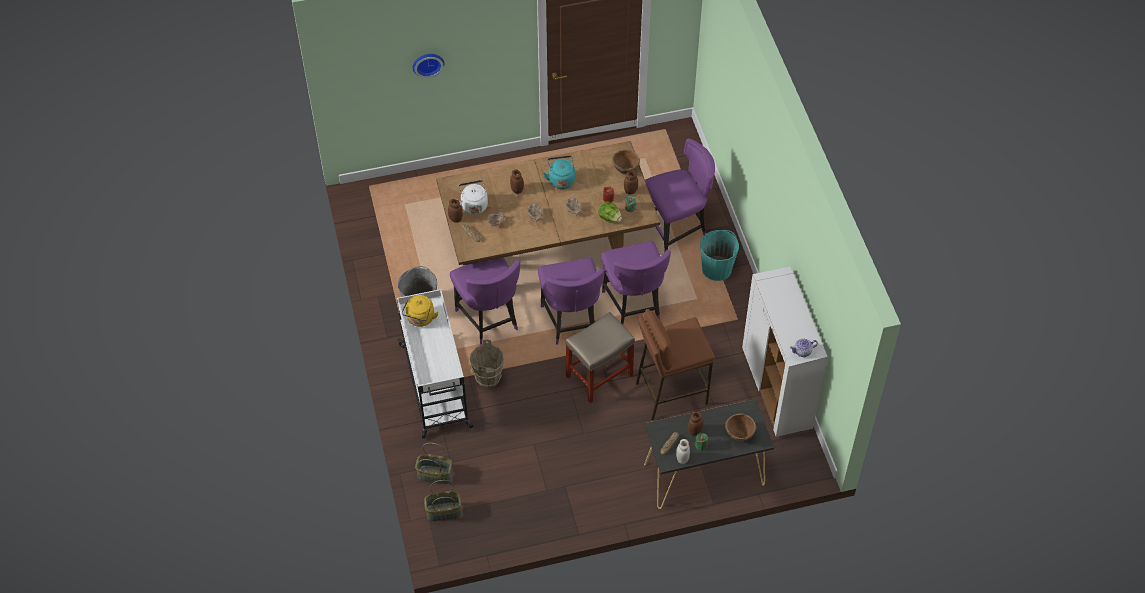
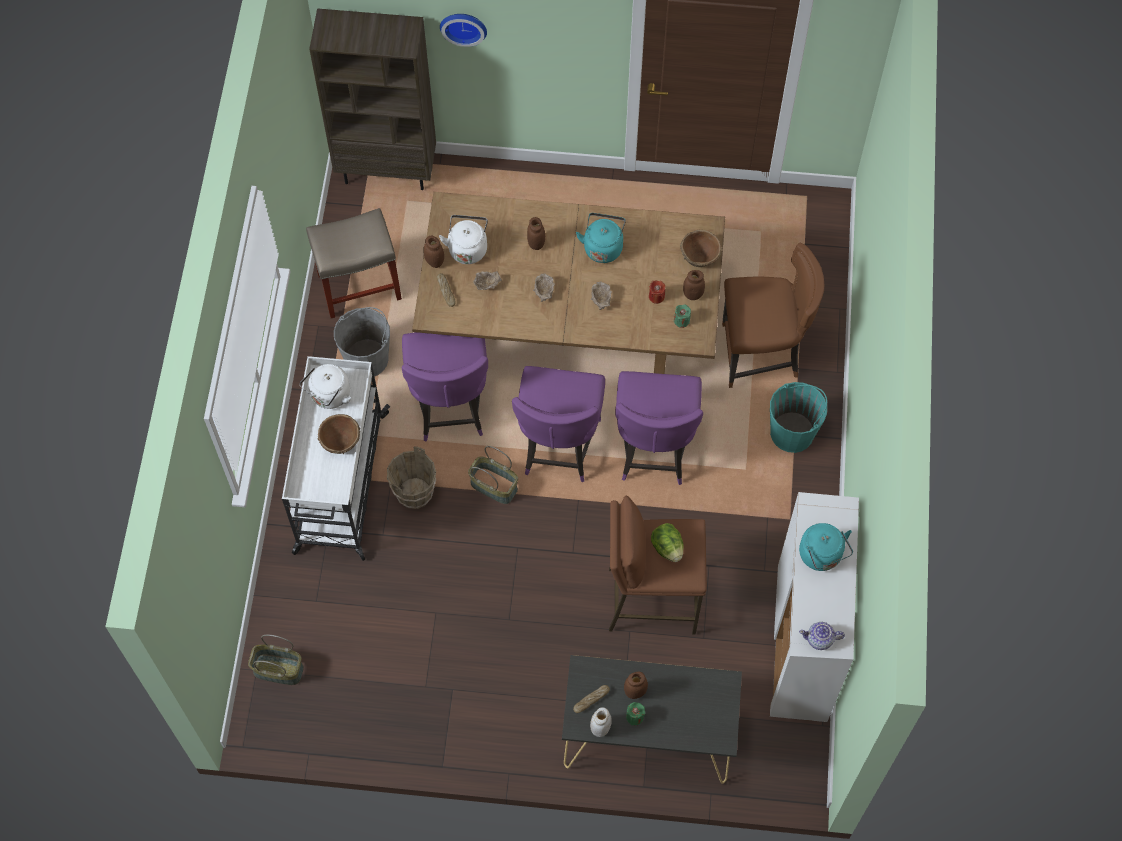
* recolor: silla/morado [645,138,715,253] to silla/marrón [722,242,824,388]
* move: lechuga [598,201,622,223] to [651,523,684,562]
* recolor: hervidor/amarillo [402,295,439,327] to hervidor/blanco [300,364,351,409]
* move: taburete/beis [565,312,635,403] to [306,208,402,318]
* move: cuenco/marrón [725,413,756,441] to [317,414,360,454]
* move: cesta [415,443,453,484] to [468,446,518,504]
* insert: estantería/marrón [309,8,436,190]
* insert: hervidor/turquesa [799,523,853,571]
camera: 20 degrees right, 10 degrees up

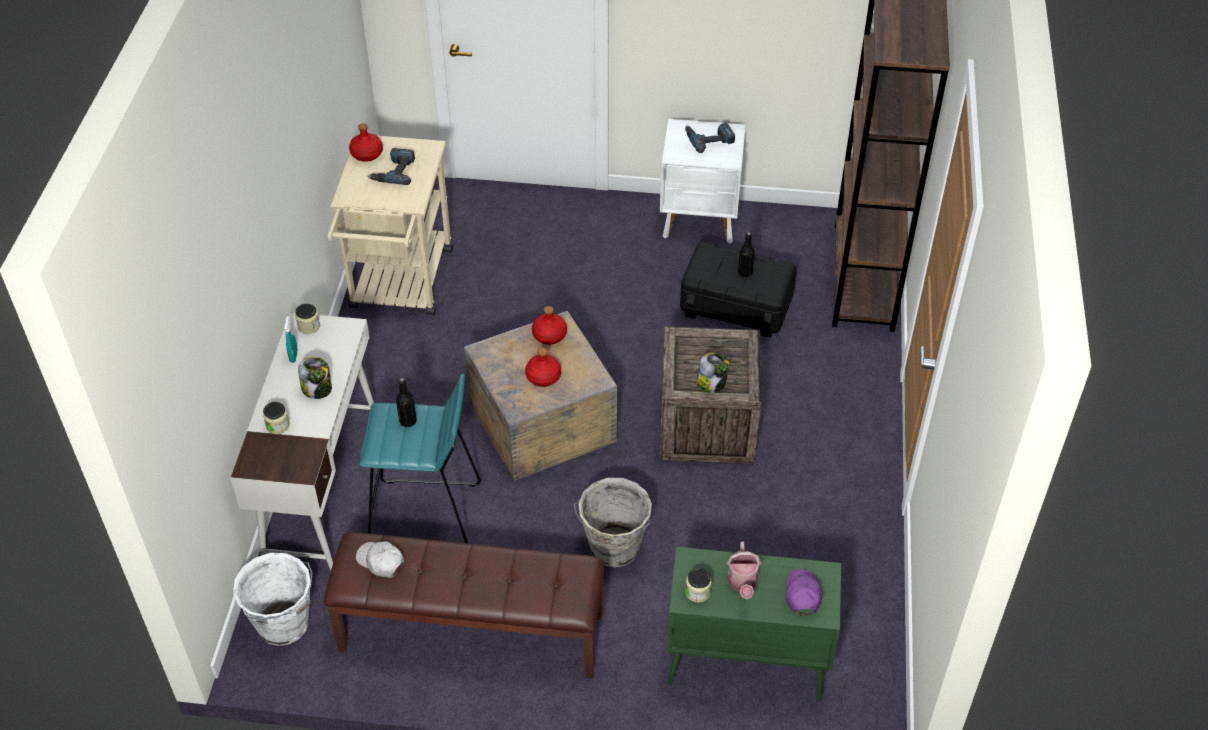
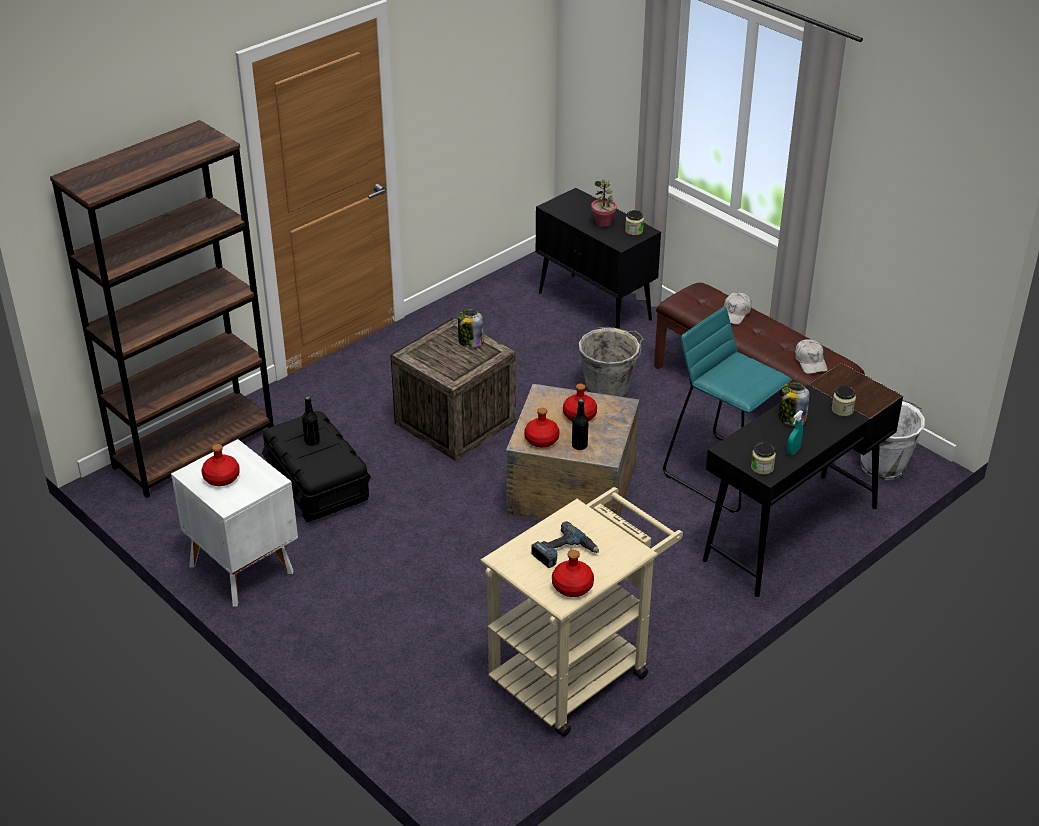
* replace: taladro [685,123,735,153] to botella/rojo [202,444,240,486]
* recolor: escritorio/blanco [230,312,374,571] to escritorio/negro [703,363,903,597]
* move: botella/negro [396,377,417,427] to [572,399,589,450]
* replace: regadera [727,541,761,599] to planta en maceta [591,179,617,227]
* recolor: armario/verde [667,547,841,702] to armario/negro [536,188,661,329]
* delete: gorra/morado [785,569,822,615]
* insert: gorra/blanco [724,293,752,325]
camera: 140 degrees left, 10 degrees down

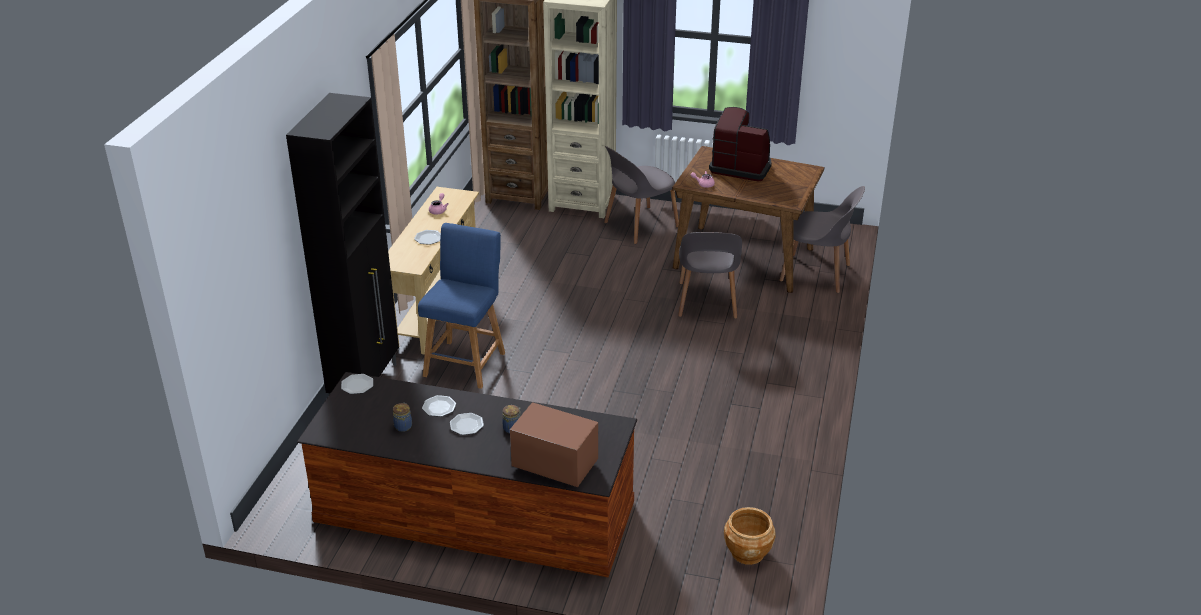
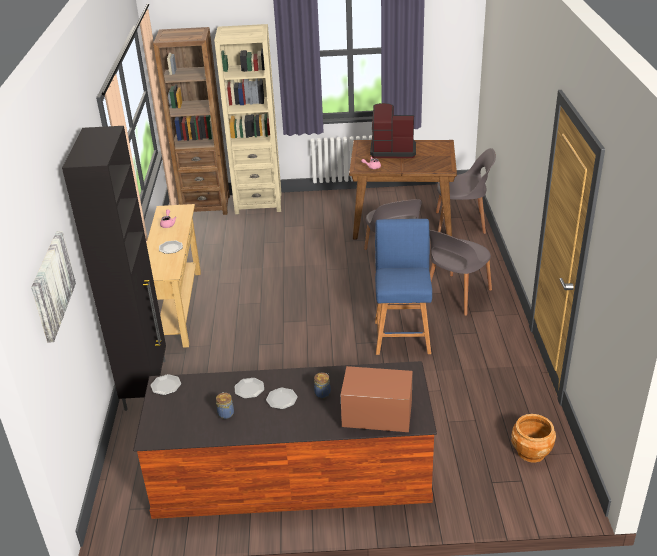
* move: silla/gris [604,146,679,244] to [429,230,492,316]
* move: taburete/azul [418,223,505,389] to [375,219,432,355]
* insert: cuadro [31,231,76,343]
camera: 15 degrees left, 0 degrees up

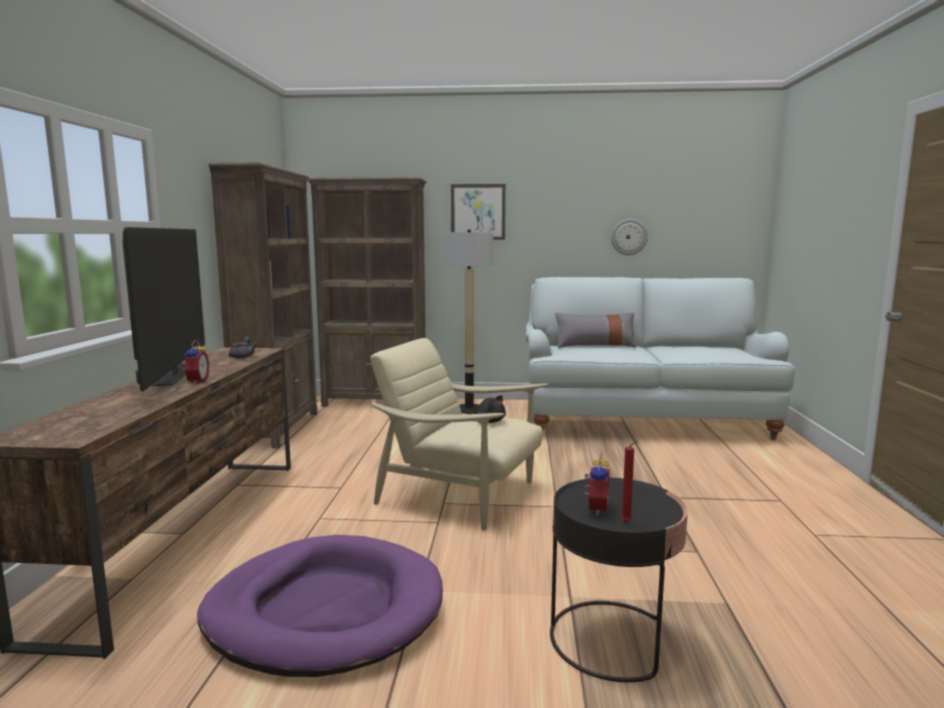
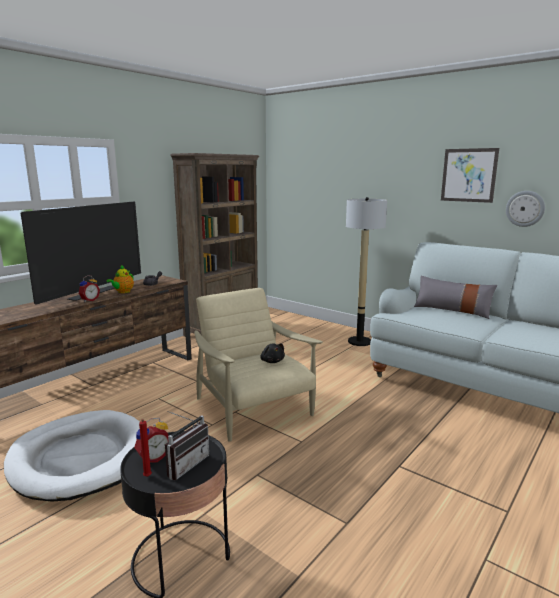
* delete: estantería/marrón [308,177,426,407]
* move: cuadro [451,184,506,240] to [441,148,499,203]
* recolor: cama para perro/morado [197,535,443,677] to cama para perro/blanco [4,410,140,502]
* insert: tetera [107,265,134,293]
* insert: radio [165,411,209,480]
camera: 35 degrees right, 5 degrees up

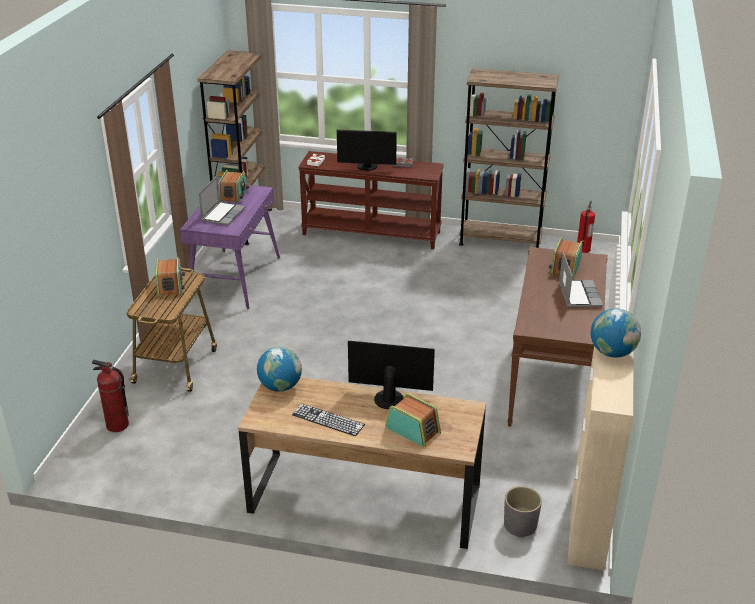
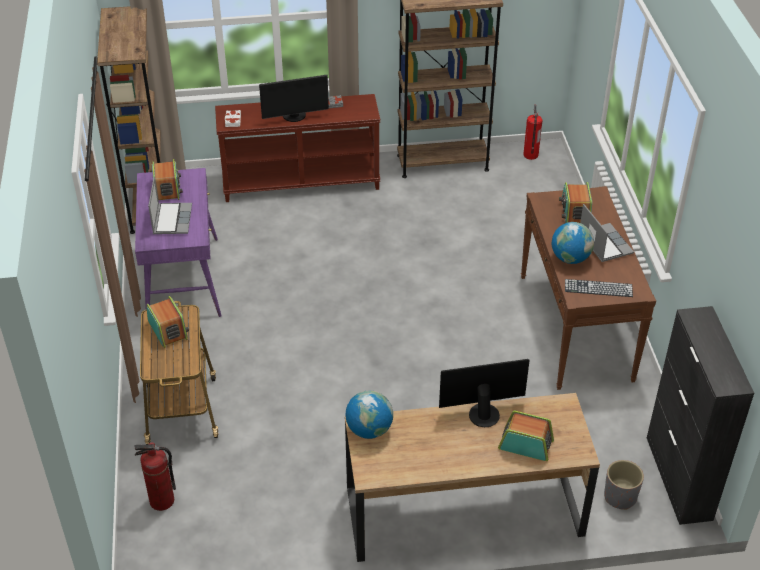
* move: globo terráqueo [591,309,641,358] to [552,222,594,264]
* recolor: armario/beis [567,346,633,571] to armario/negro [647,306,754,525]
* move: teclado [292,404,365,436] to [565,279,633,297]
camera: 20 degrees left, 10 degrees up

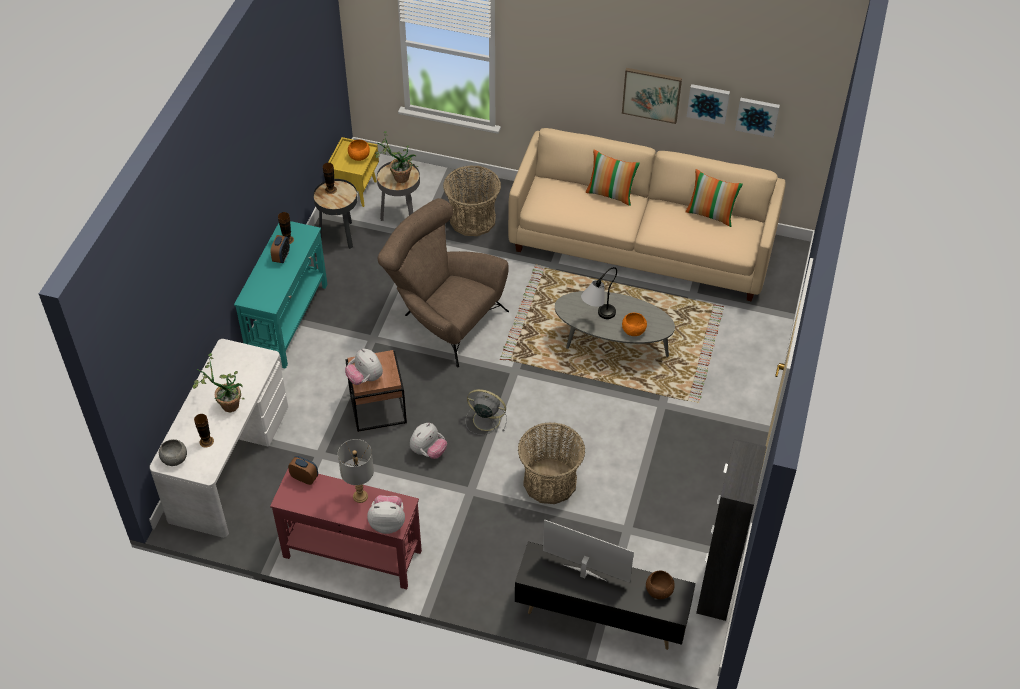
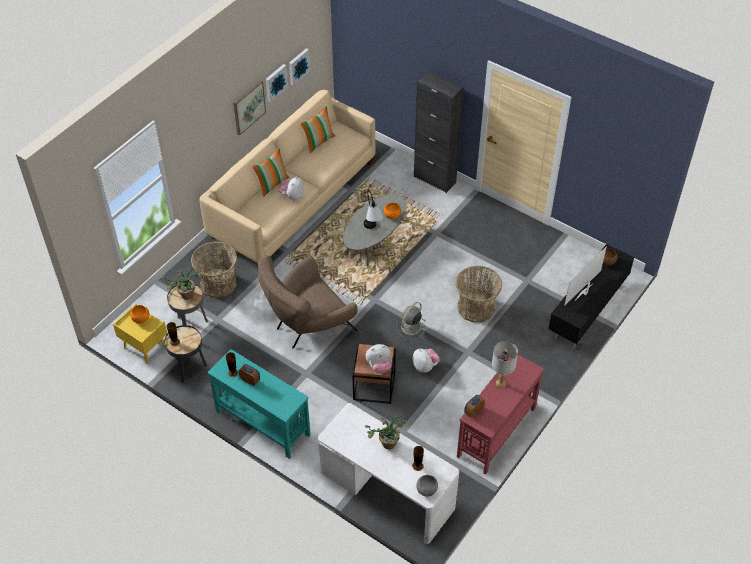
* move: armario/negro [696,439,767,621] to [414,71,464,193]
* move: peluche [367,495,405,534] to [279,177,304,200]
camera: 70 degrees left, 0 degrees up

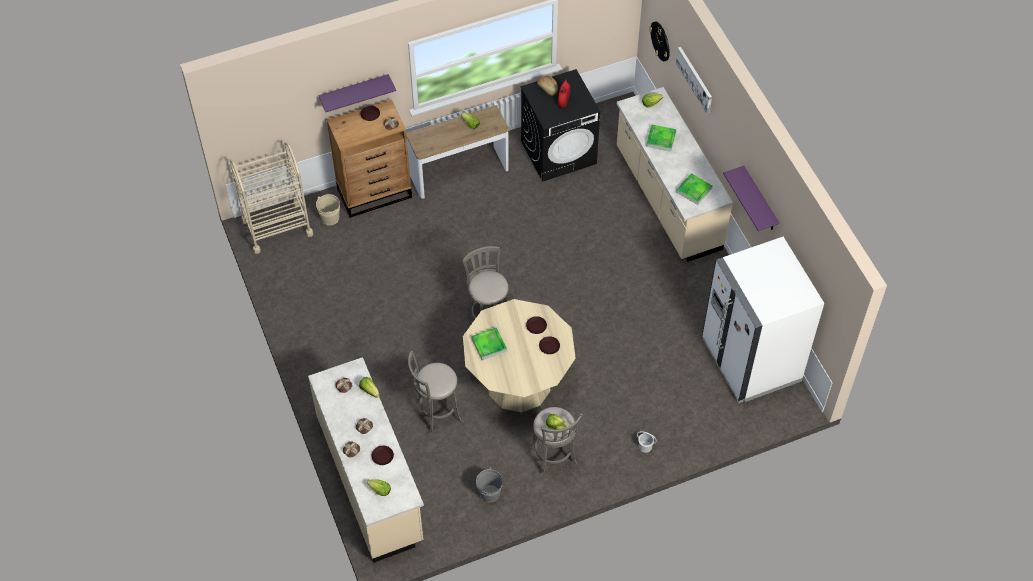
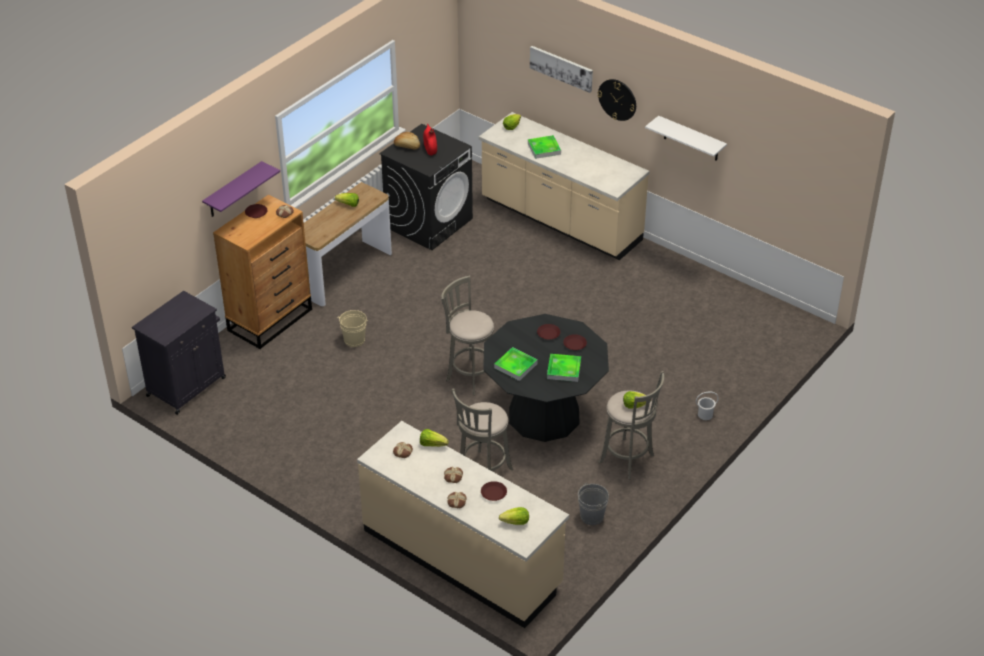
* move: reloj de pared [649,21,670,61] to [598,79,636,121]
* replace: carrito/beis [230,142,313,254] to armario/negro [132,291,226,415]
* recolor: estante/morado [723,166,779,231] to estante/blanco [645,116,727,161]
* move: bandeja [676,173,713,205] to [547,354,581,382]
* move: cubo/beis [316,194,340,226] to [337,310,368,347]
* delete: nevera/blanco [702,237,824,403]
* recolor: mesa de comedor/beis [463,299,576,412] to mesa de comedor/negro [483,314,609,442]
camera: 30 degrees left, 15 degrees down

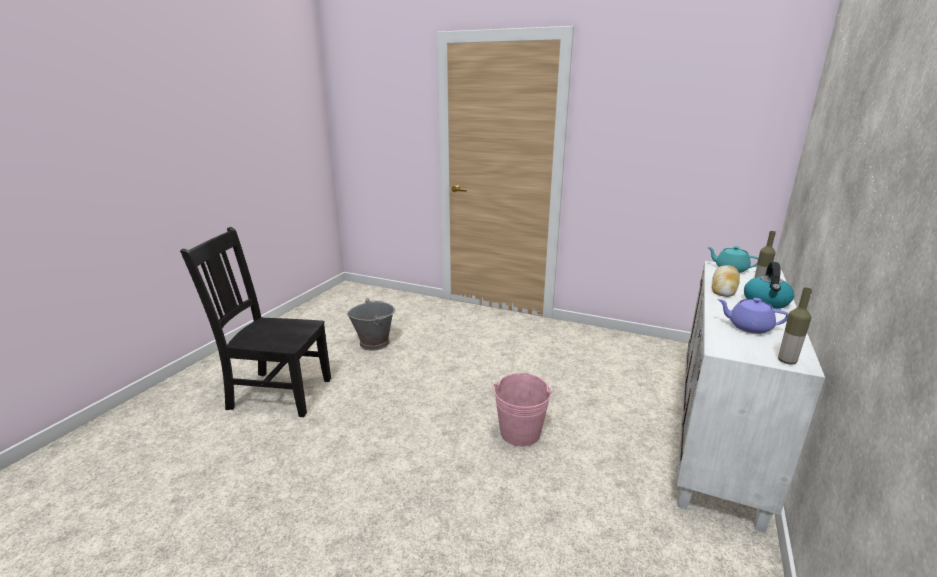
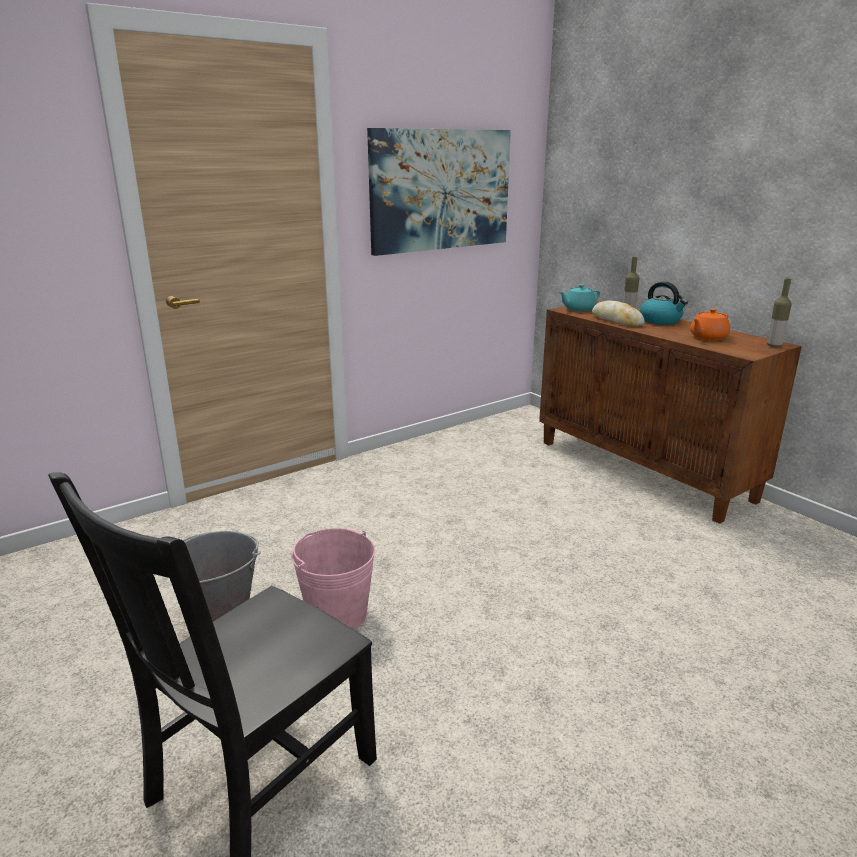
* recolor: armario/blanco [677,261,825,533] to armario/marrón [539,301,802,524]
* recolor: tetera/morado [717,298,789,334] to tetera/naranja [690,308,730,340]
* move: cubo/rosa [494,373,552,446] to [291,528,375,629]
* insert: cuadro [367,128,511,256]
camera: 60 degrees left, 0 degrees up

